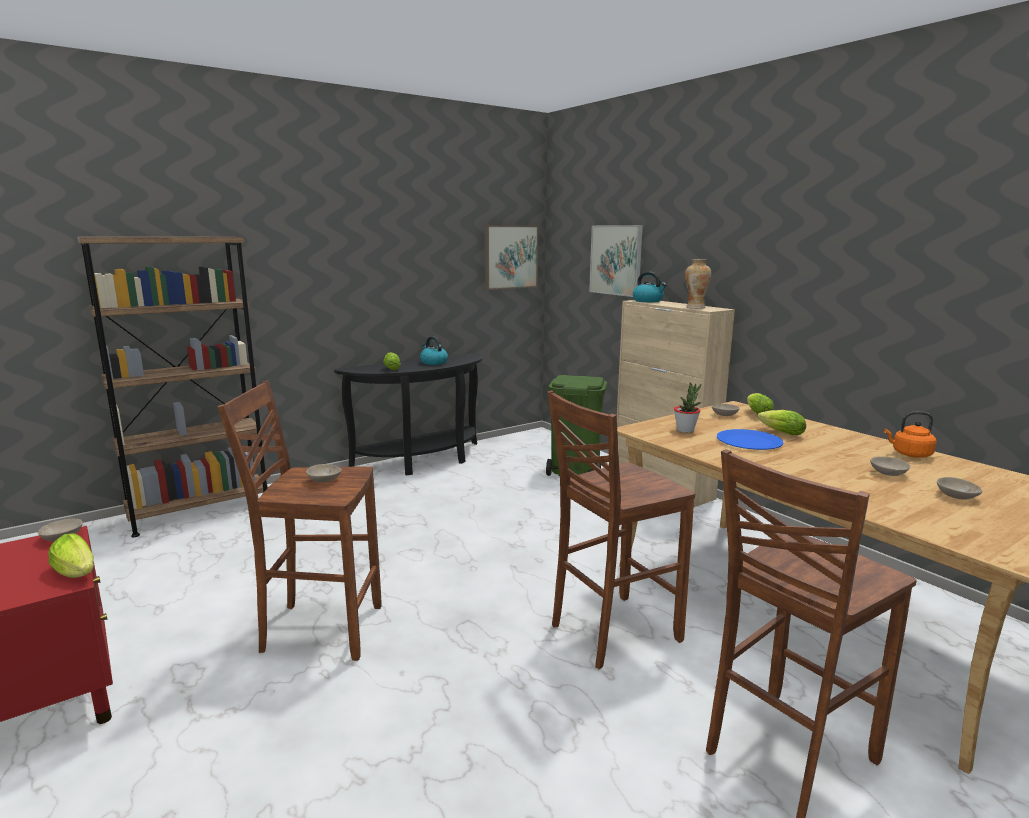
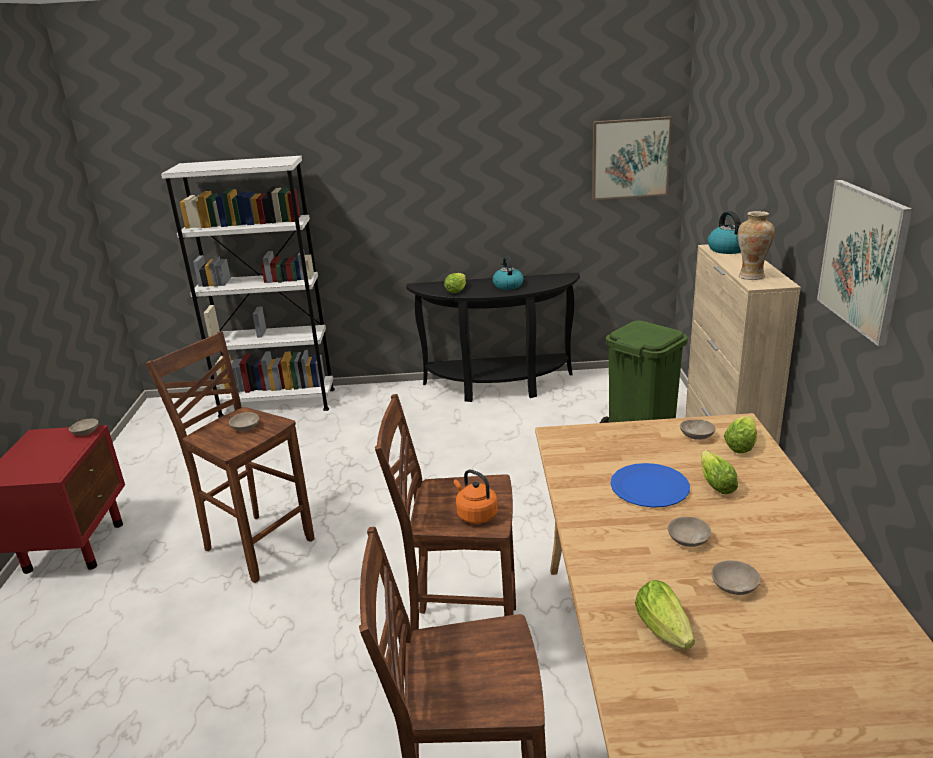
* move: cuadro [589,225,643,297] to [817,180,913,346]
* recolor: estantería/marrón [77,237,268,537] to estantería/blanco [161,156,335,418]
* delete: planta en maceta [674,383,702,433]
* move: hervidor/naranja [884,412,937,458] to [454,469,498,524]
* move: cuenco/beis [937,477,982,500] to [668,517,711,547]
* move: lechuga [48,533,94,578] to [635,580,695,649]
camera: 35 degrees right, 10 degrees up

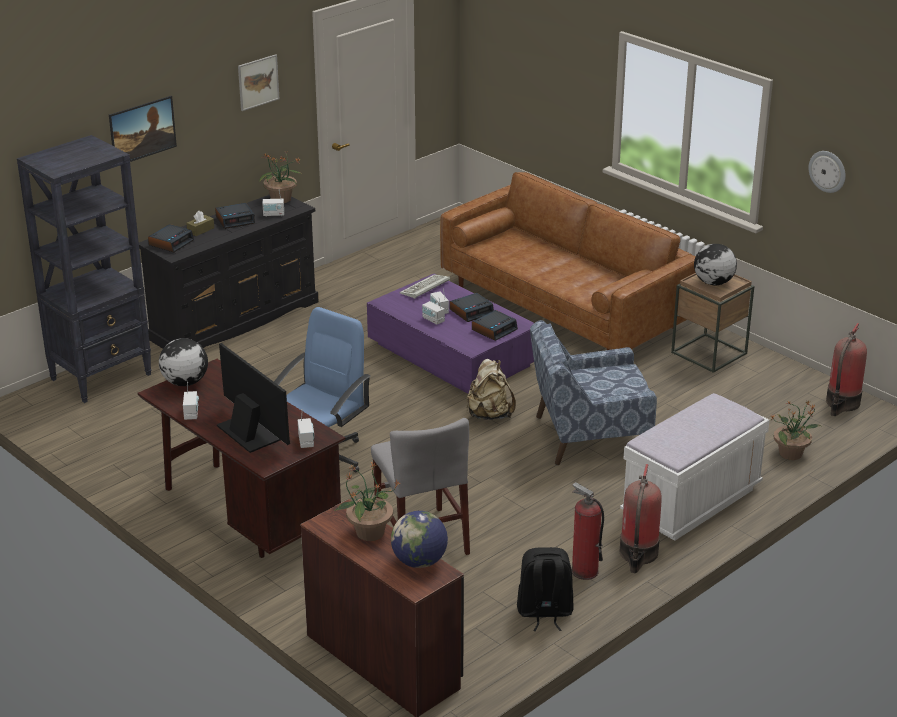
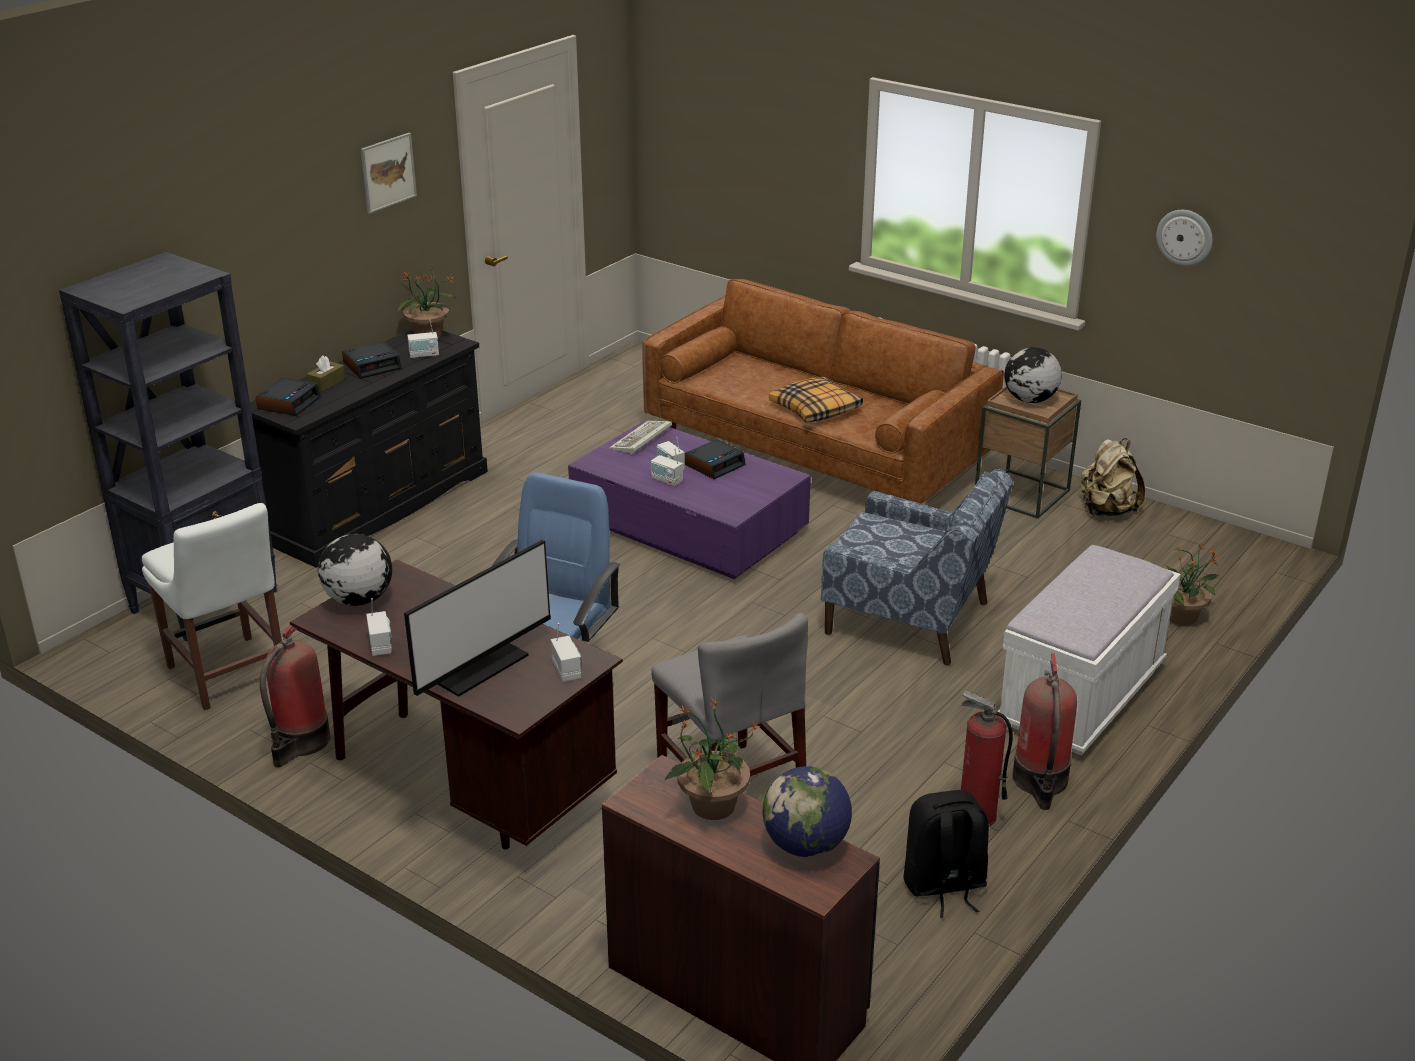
* delete: cuadro [109,96,177,162]
* delete: despertador [472,310,518,341]
* rotate: sillón/azul [530,320,657,465] = [821,469,1013,665] 135 degrees counterclockwise
* move: extintor [826,323,867,416] to [260,625,330,767]
* rotate: monitor [217,343,290,453] = [404,540,551,697] 90 degrees clockwise
* move: mochila/beis [466,359,516,420] to [1081,438,1145,516]
* insert: cojín [769,377,863,423]
* insert: silla/blanco [142,503,282,710]
camera: 10 degrees left, 0 degrees up

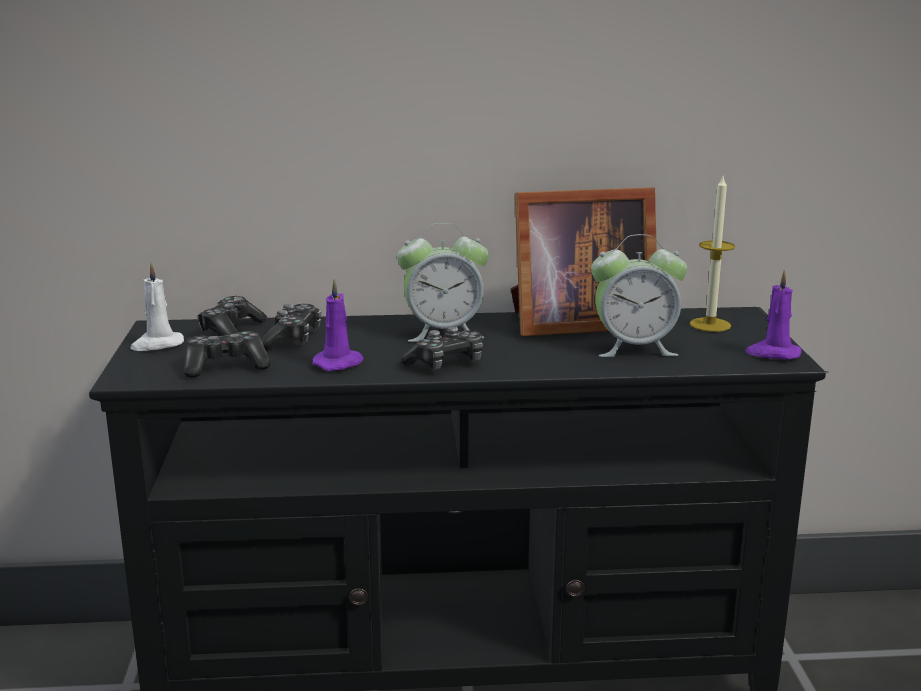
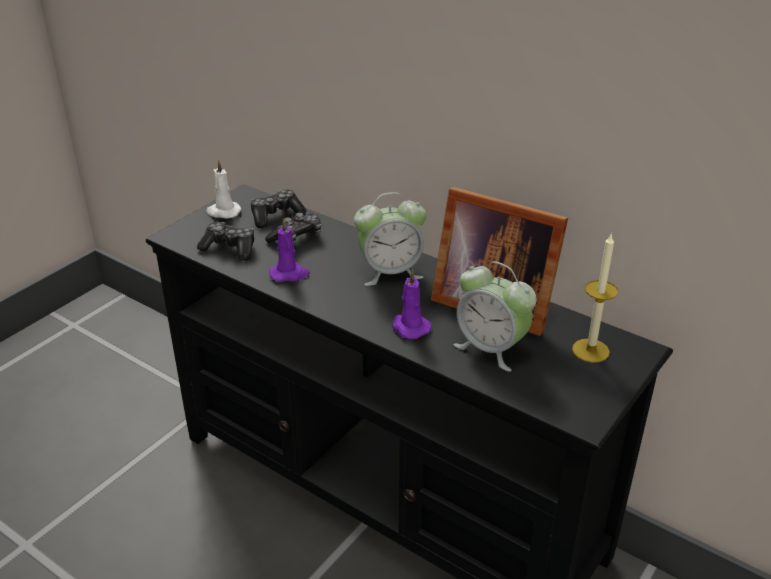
* rotate: despertador [397,223,489,342] = [354,192,426,286] 45 degrees counterclockwise
* move: vela/morado [745,270,802,359] to [392,269,431,339]
* delete: mando de consola [401,326,483,370]
camera: 40 degrees right, 15 degrees up

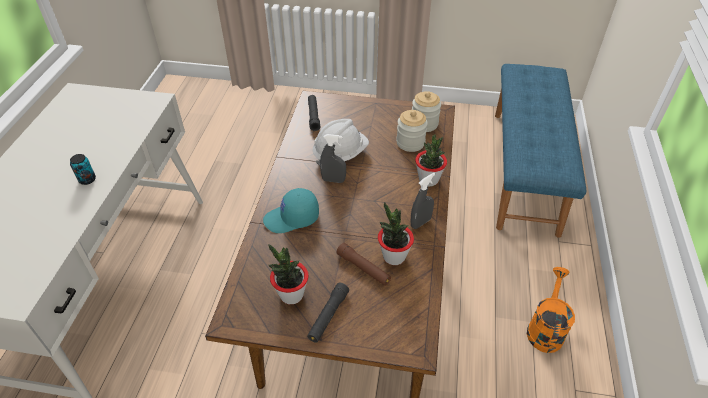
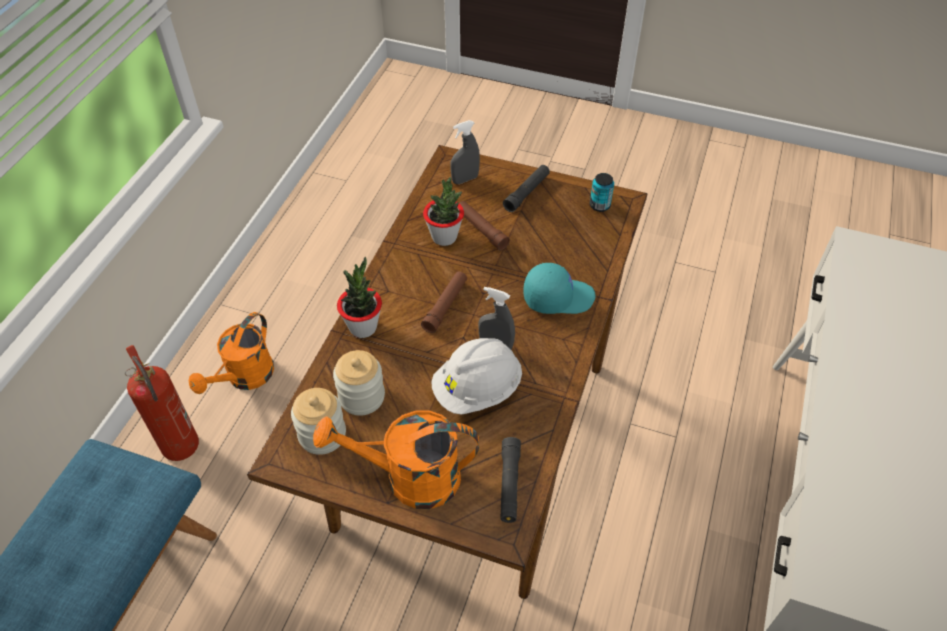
* move: lata [70,154,96,185] to [590,173,614,212]
* move: pulverizador/gris [411,173,435,229] to [450,120,480,184]
* delete: planta en maceta [269,244,309,304]
* insert: linterna/marrón [421,271,467,333]
* insert: extintor [125,345,199,461]
* insert: regadera/naranja [313,411,479,509]
camera: 170 degrees left, 5 degrees up

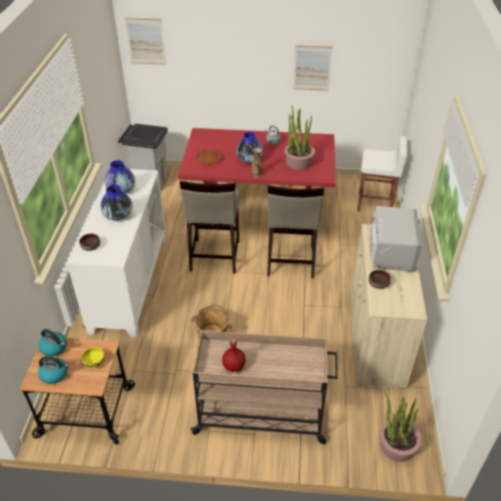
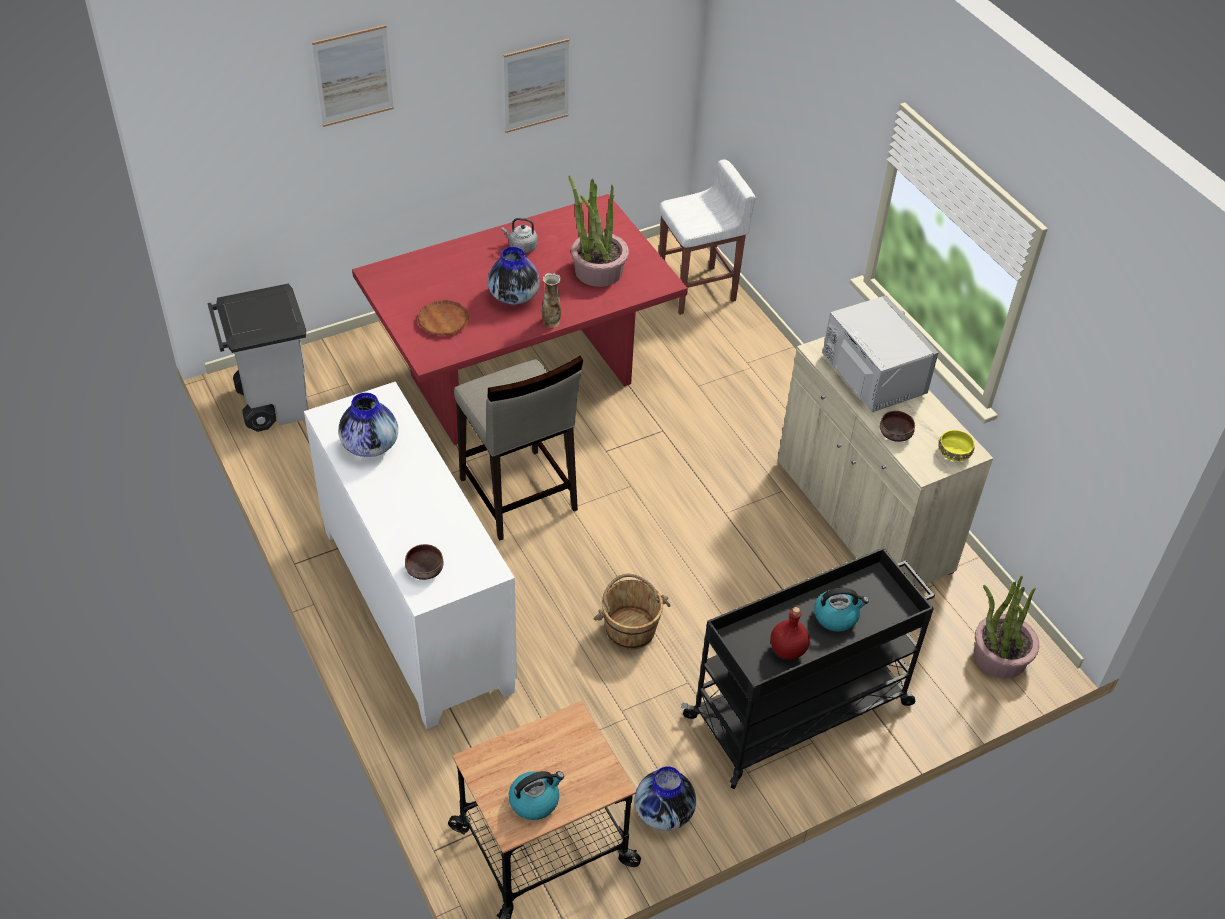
* move: cuadro [125,18,166,65] to [312,25,394,127]
* move: florero [100,185,133,221] to [635,766,696,831]
* delete: taburete/beis [268,185,324,279]
* move: hervidor [39,329,67,357] to [814,588,869,632]
* recolor: carrito/beis [190,330,338,444] to carrito/negro [681,548,935,789]
* move: cuenco/amarillo [81,347,105,369] to [938,430,975,461]
camera: 35 degrees left, 5 degrees up

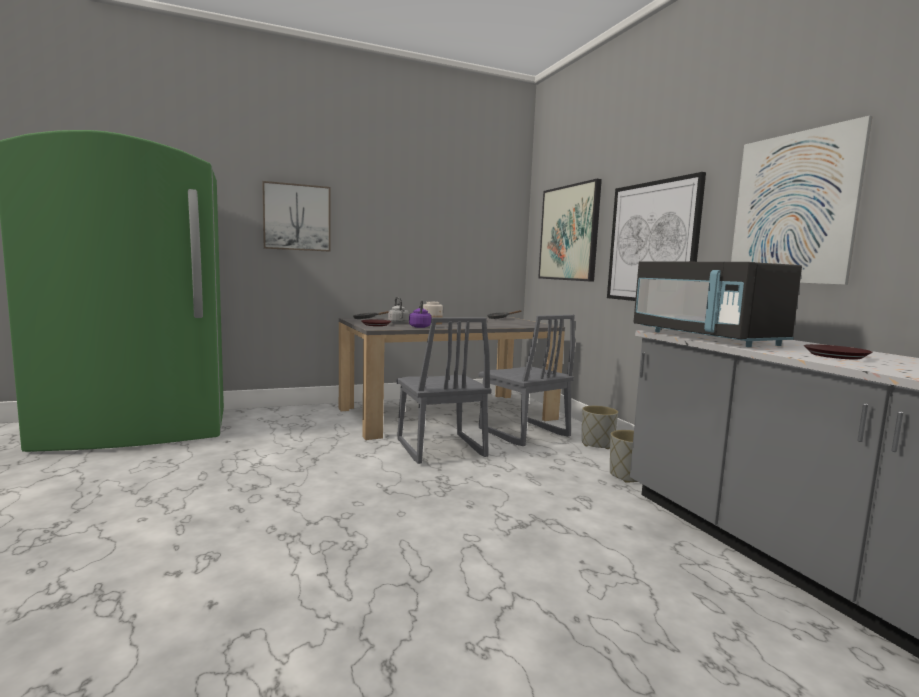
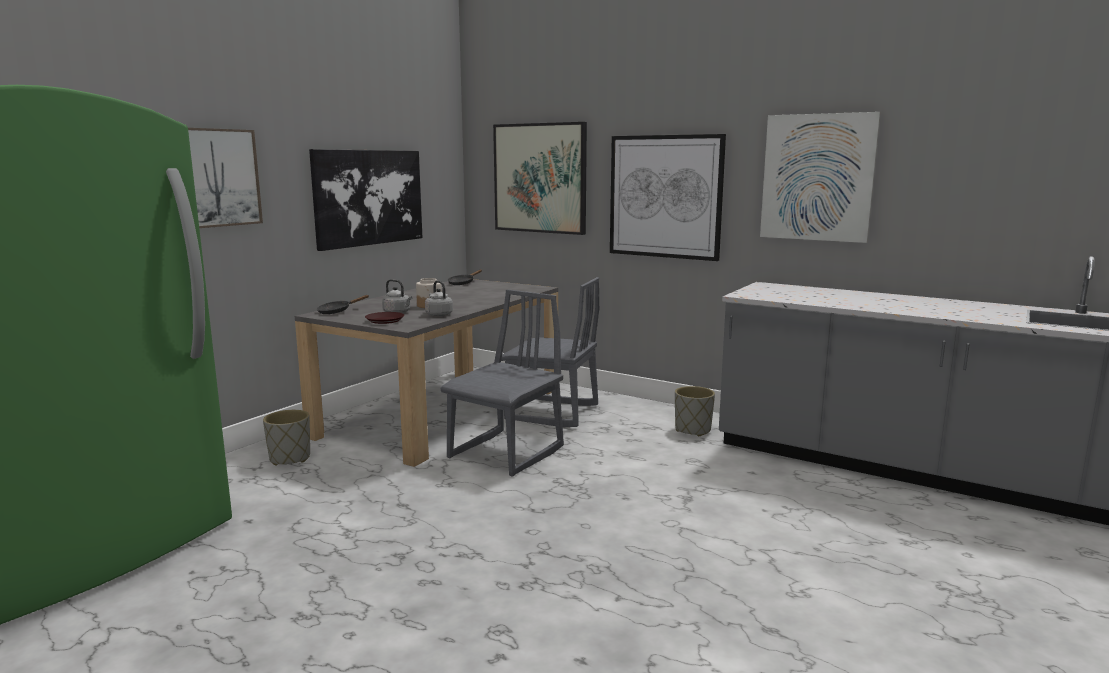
* delete: microondas/negro [633,261,802,347]
* recolor: hervidor/morado [409,299,432,328] to hervidor/gris [425,281,453,316]
* rotate: silla/gris [397,317,492,464] = [441,289,564,477] 90 degrees counterclockwise
* delete: plato/marrón [804,344,872,360]
* move: maceta/gris [582,406,618,449] to [263,410,310,466]
* insert: cuadro [309,149,423,251]
camera: 35 degrees left, 5 degrees up

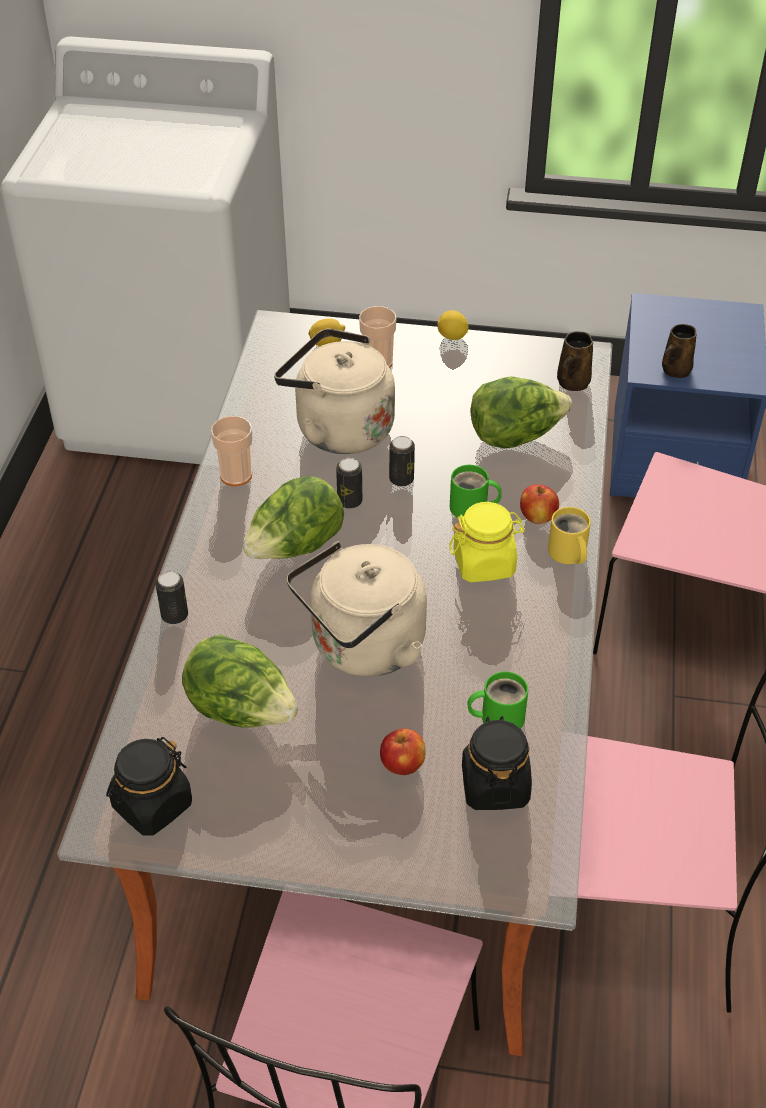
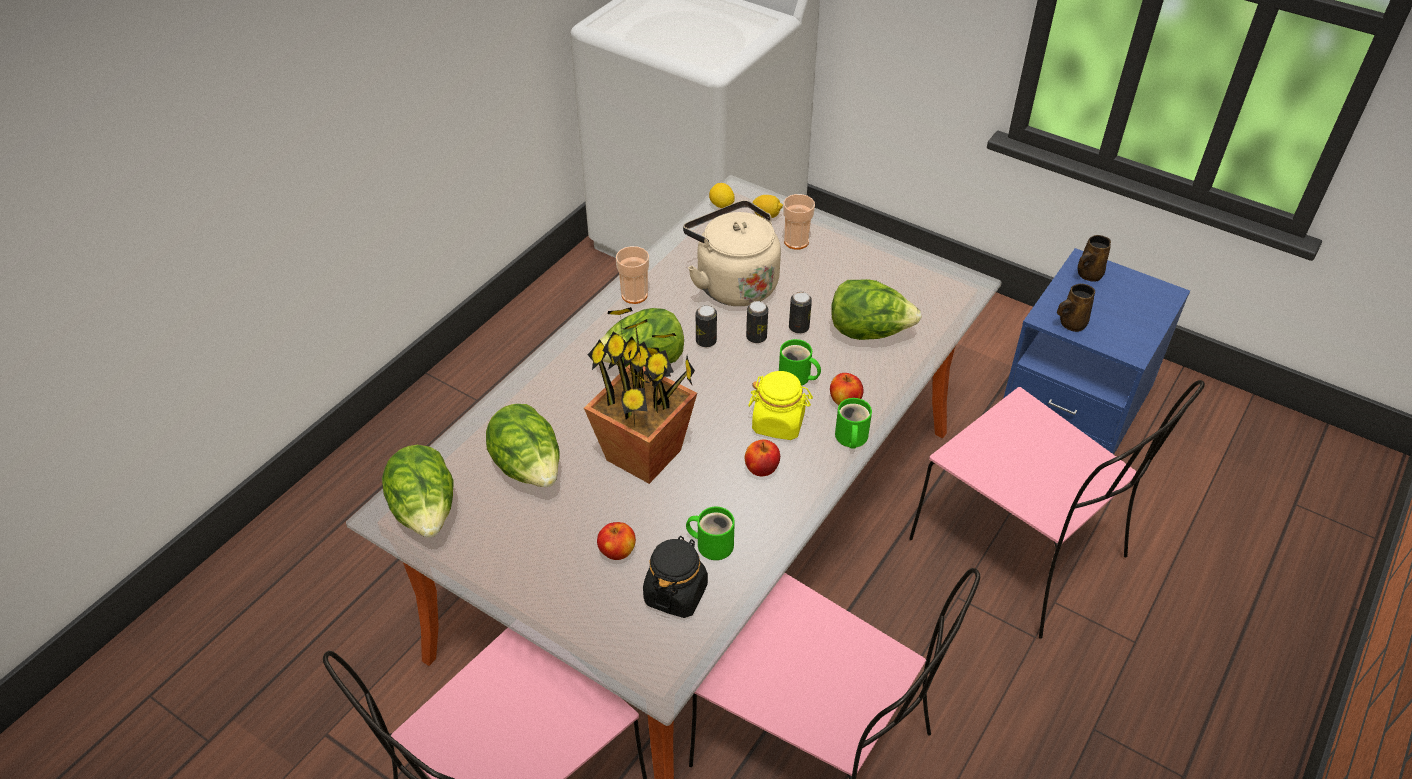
* move: limón [437,310,469,340] to [709,183,735,208]
* move: taza grande/marrón [557,331,593,391] to [1078,235,1111,282]
* recolor: taza grande/amarillo [548,507,591,564] to taza grande/verde [835,398,872,449]
* replace: hervidor/beis [286,541,427,677] to planta en maceta [584,307,697,484]
* move: lata [155,571,188,624] to [789,292,812,334]
* replace: tarro/negro [106,737,192,836] to lechuga [382,445,454,538]
* insert: manzana [745,439,780,476]
camera: 25 degrees right, 0 degrees up

